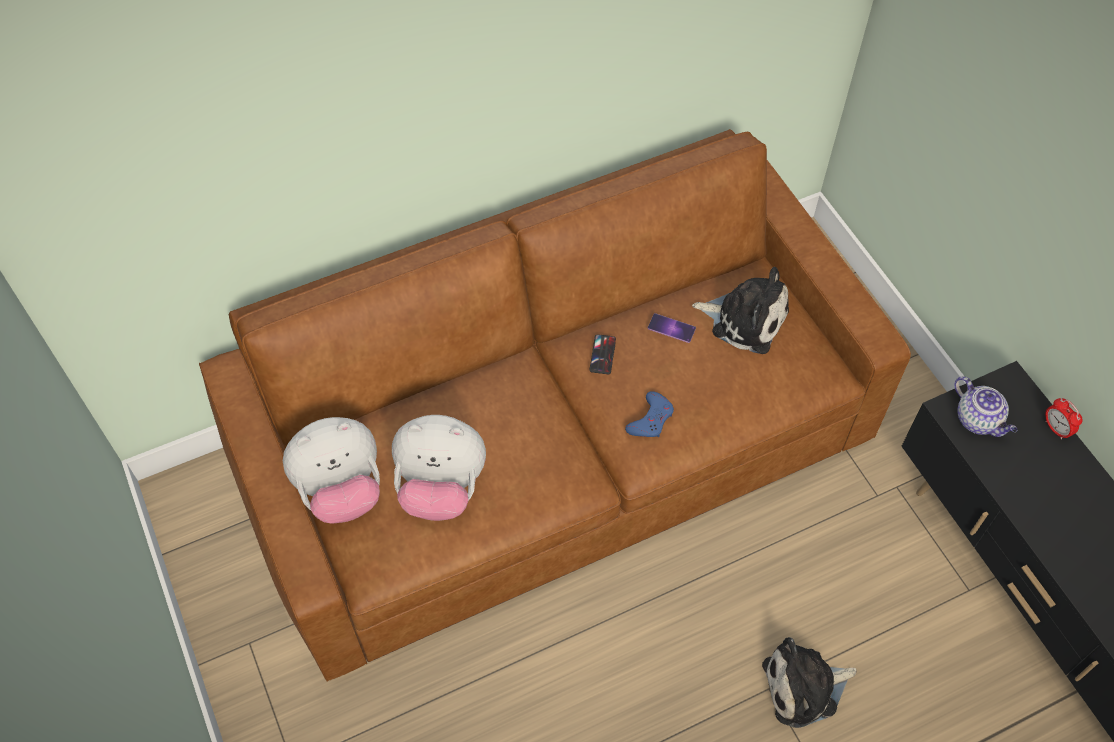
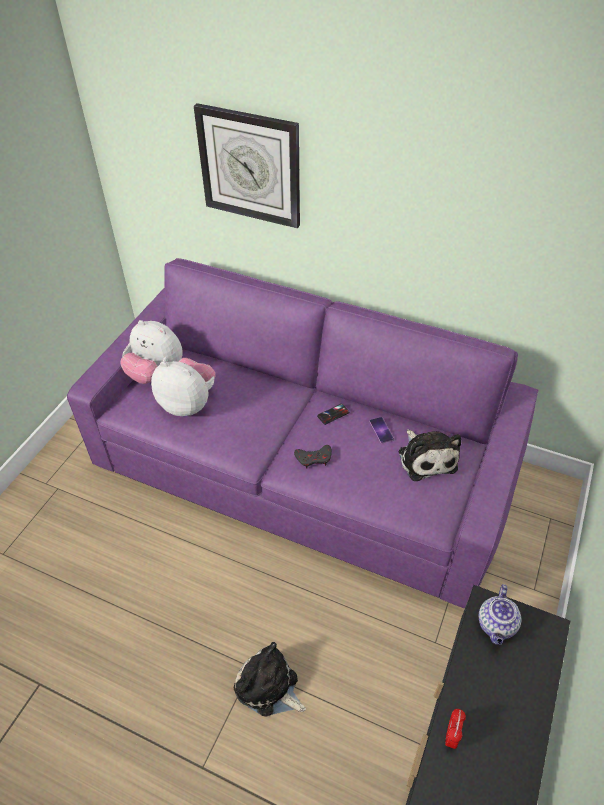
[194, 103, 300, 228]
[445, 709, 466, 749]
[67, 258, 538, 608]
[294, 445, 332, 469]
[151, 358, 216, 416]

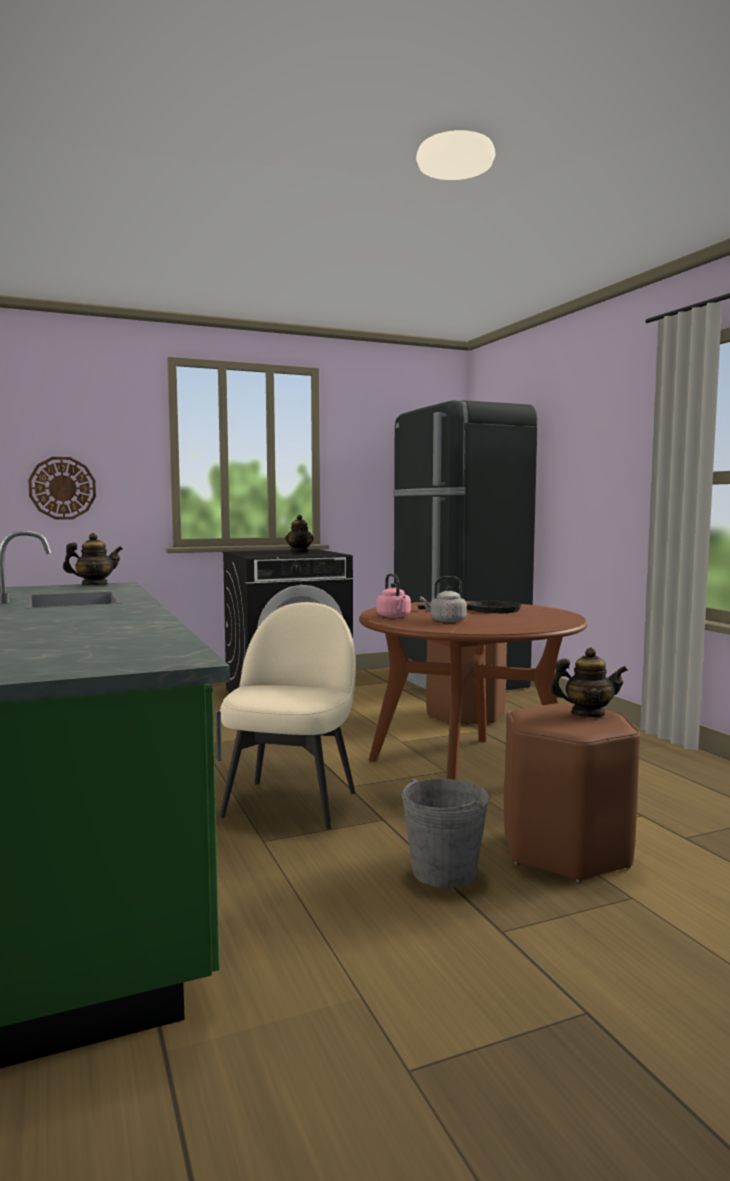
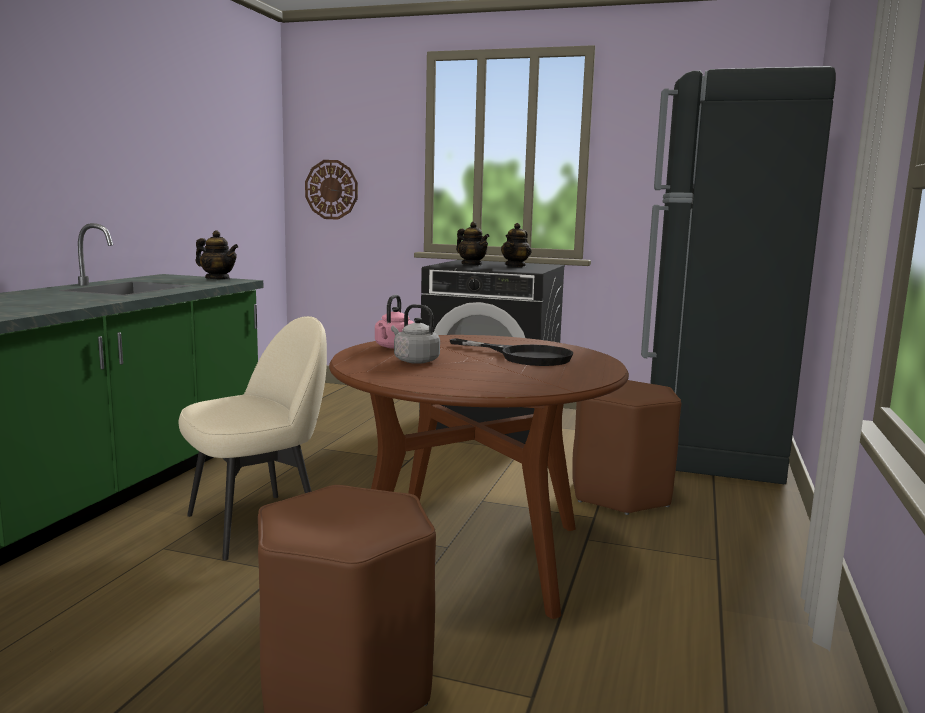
[401, 778, 490, 888] (first image)
[456, 222, 489, 266]

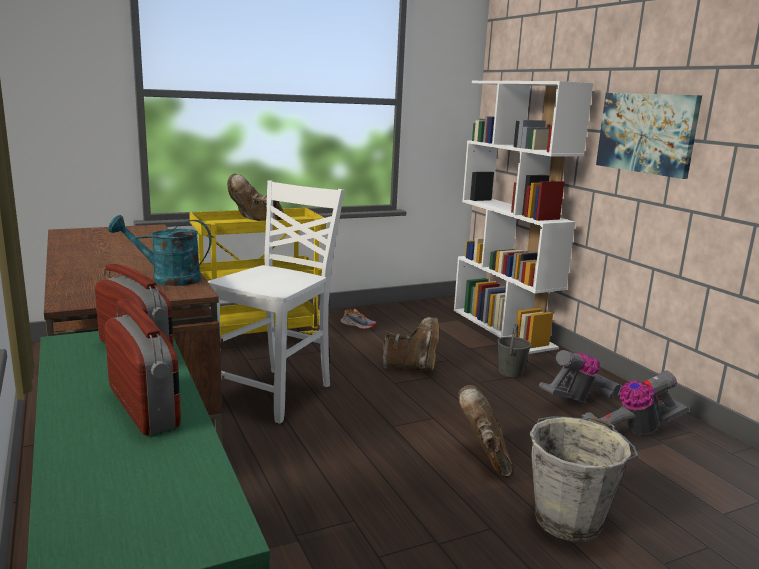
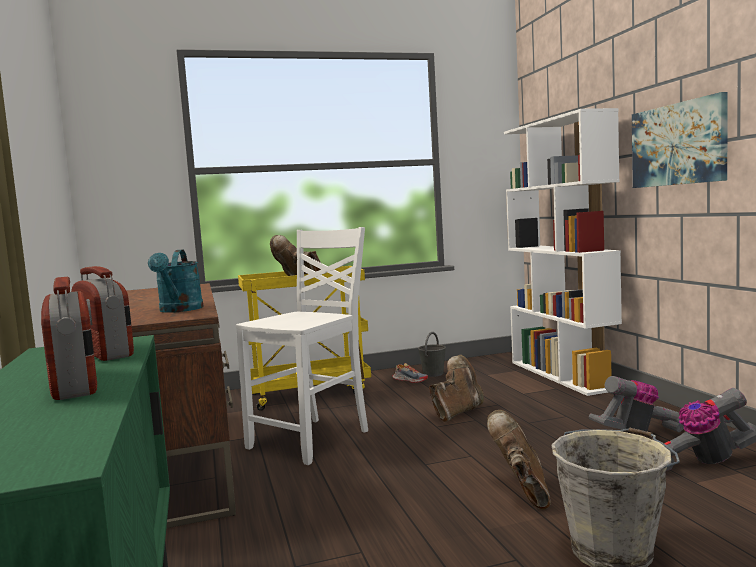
[418, 332, 446, 377]
[148, 249, 204, 313]
[429, 355, 484, 422]

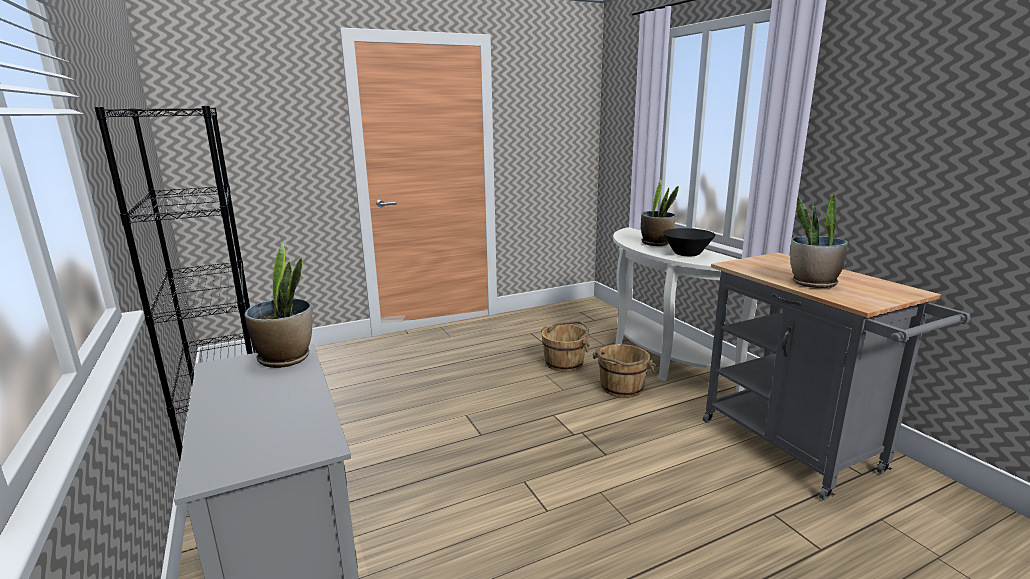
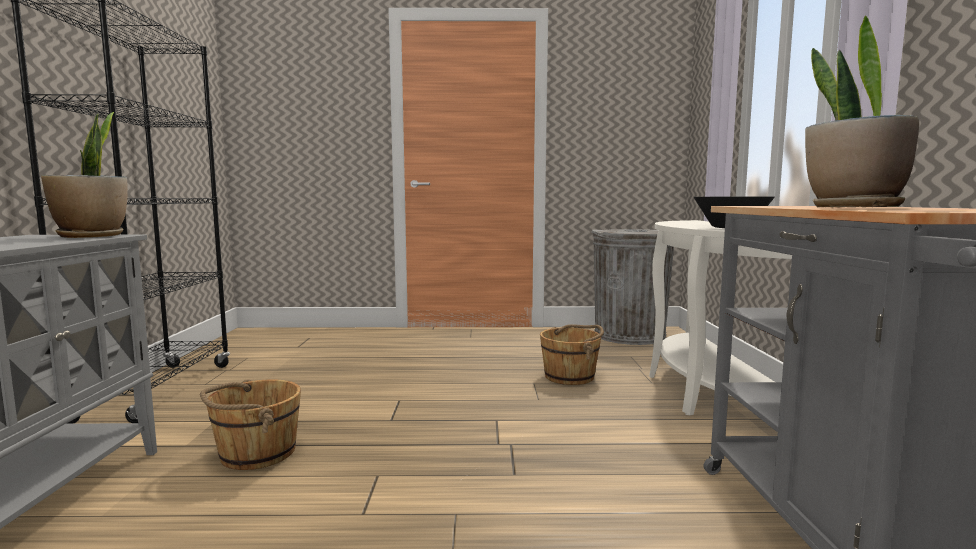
[641, 180, 679, 246] (first image)
[591, 229, 674, 345]
[200, 379, 301, 470]

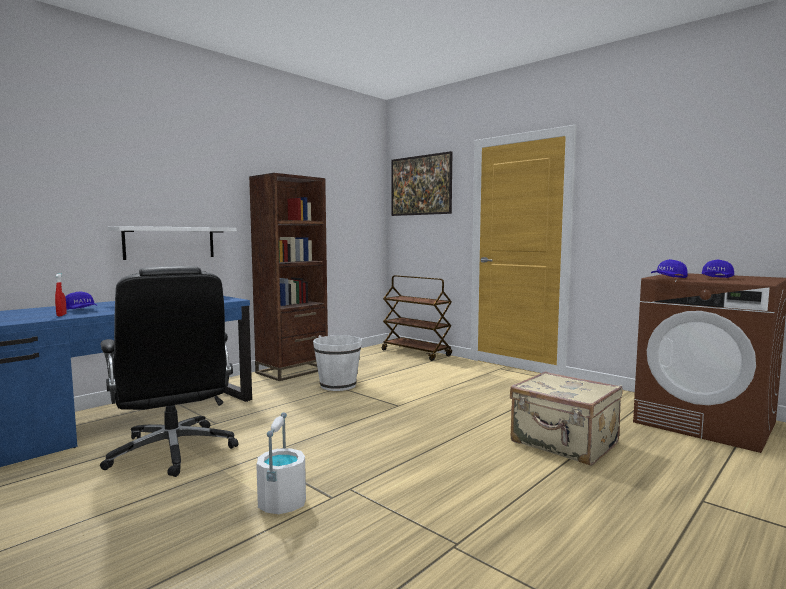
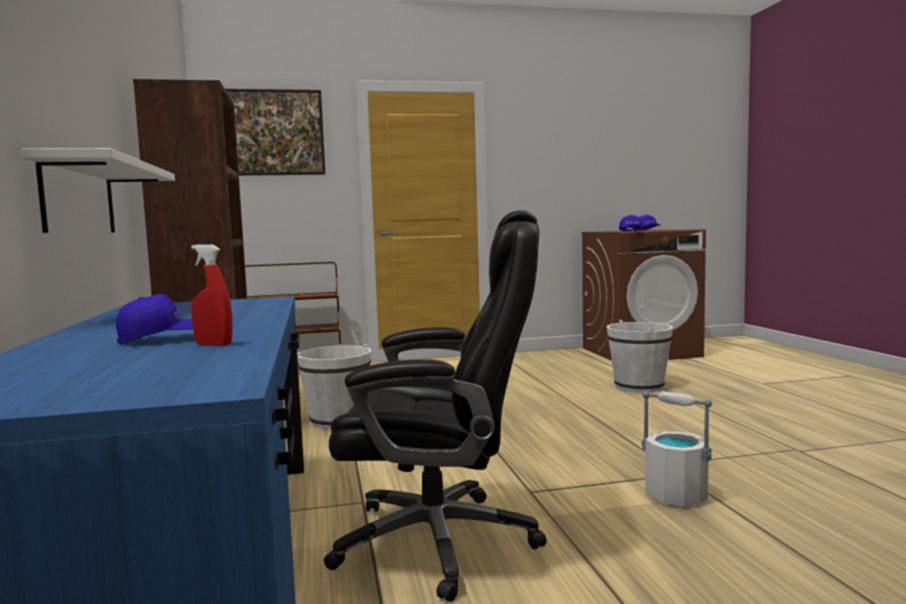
[607, 320, 673, 393]

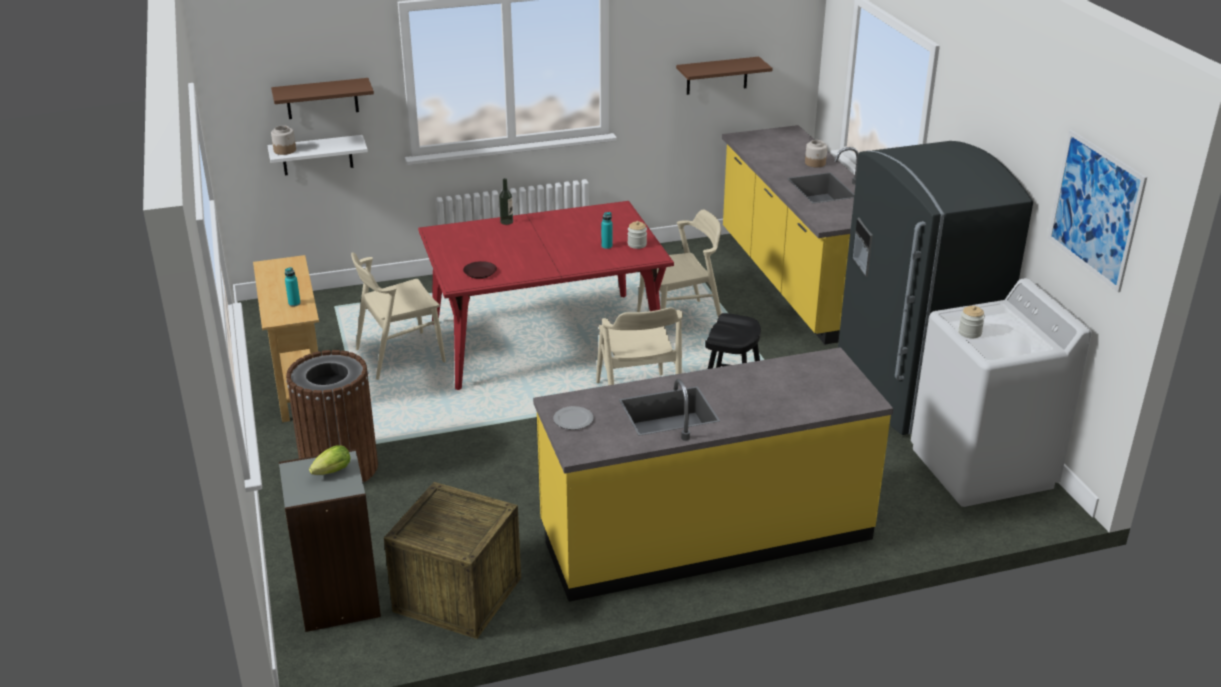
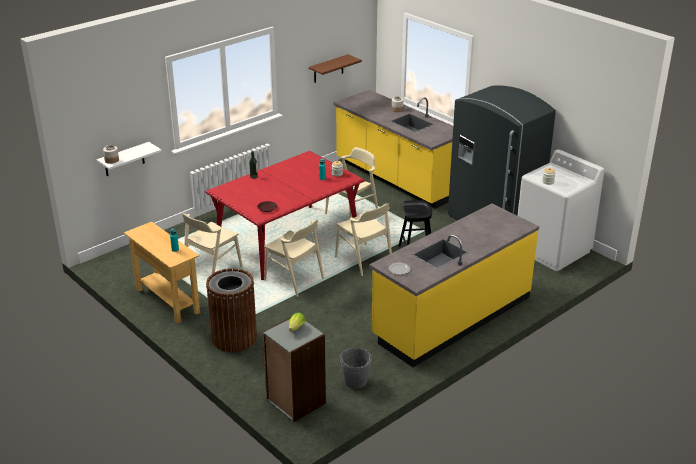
[271, 78, 374, 119] (first image)
[1048, 130, 1147, 292] (first image)
[264, 219, 324, 297]
[339, 348, 372, 389]

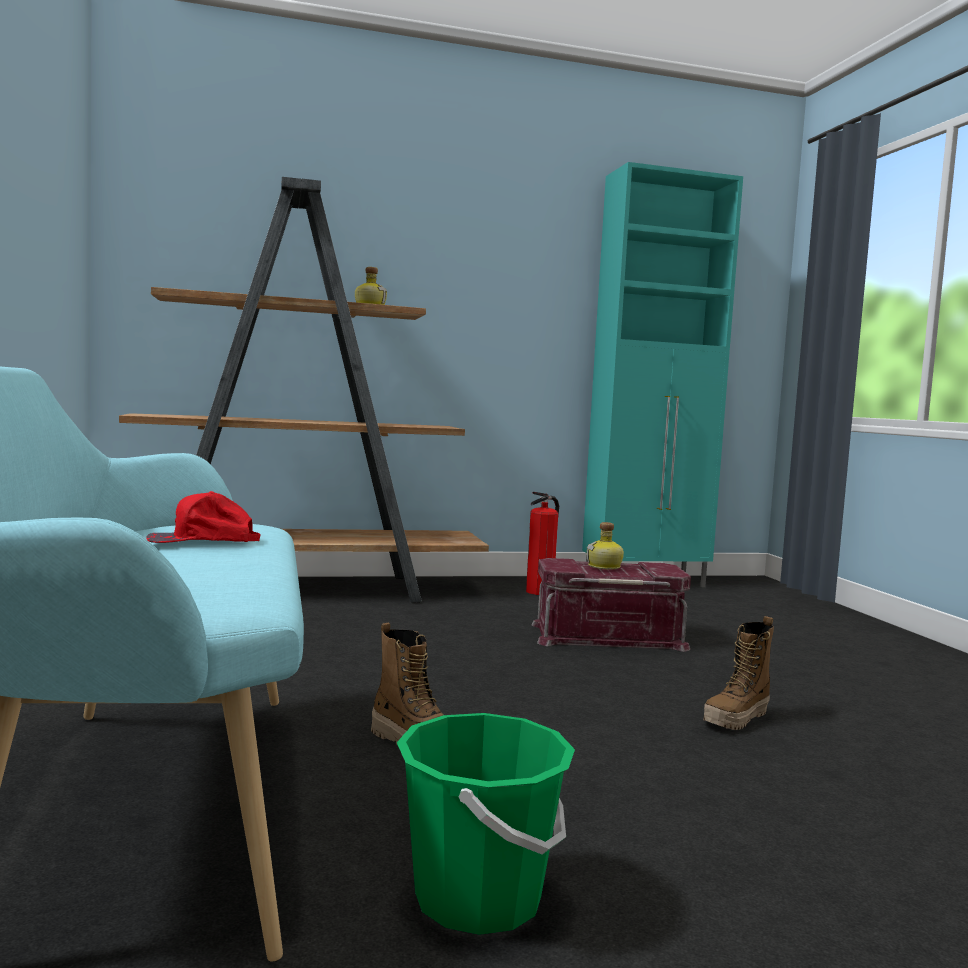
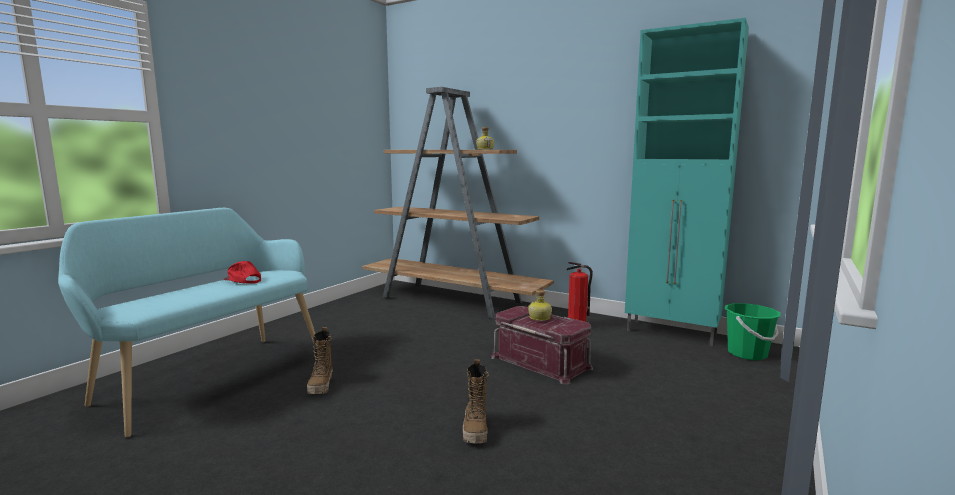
[725, 303, 781, 360]
[463, 360, 489, 443]

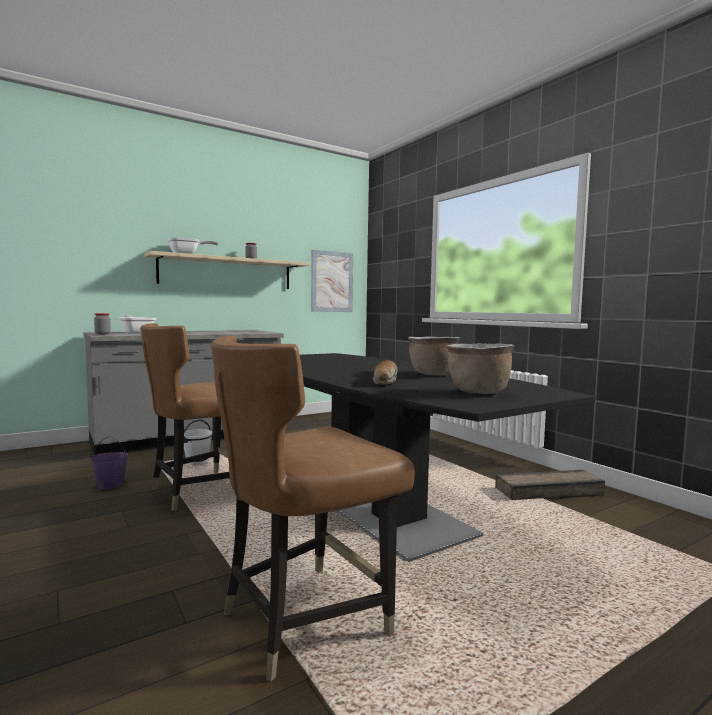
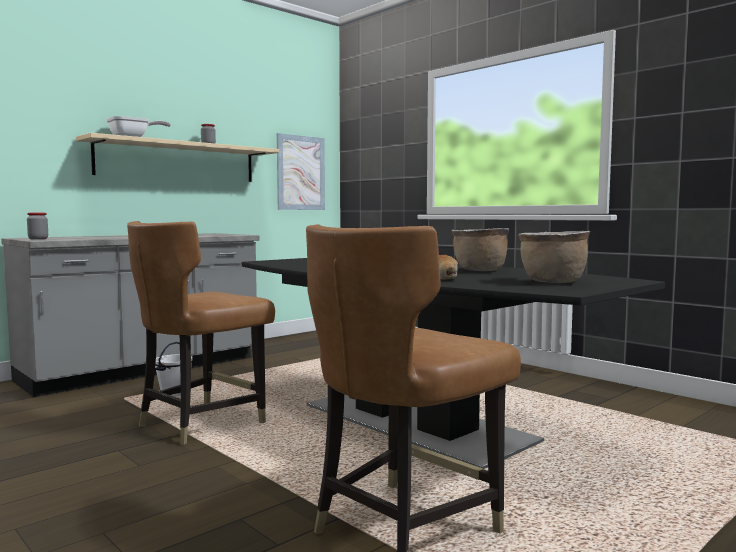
[90, 437, 128, 489] (first image)
[118, 316, 156, 334] (first image)
[495, 470, 605, 500] (first image)

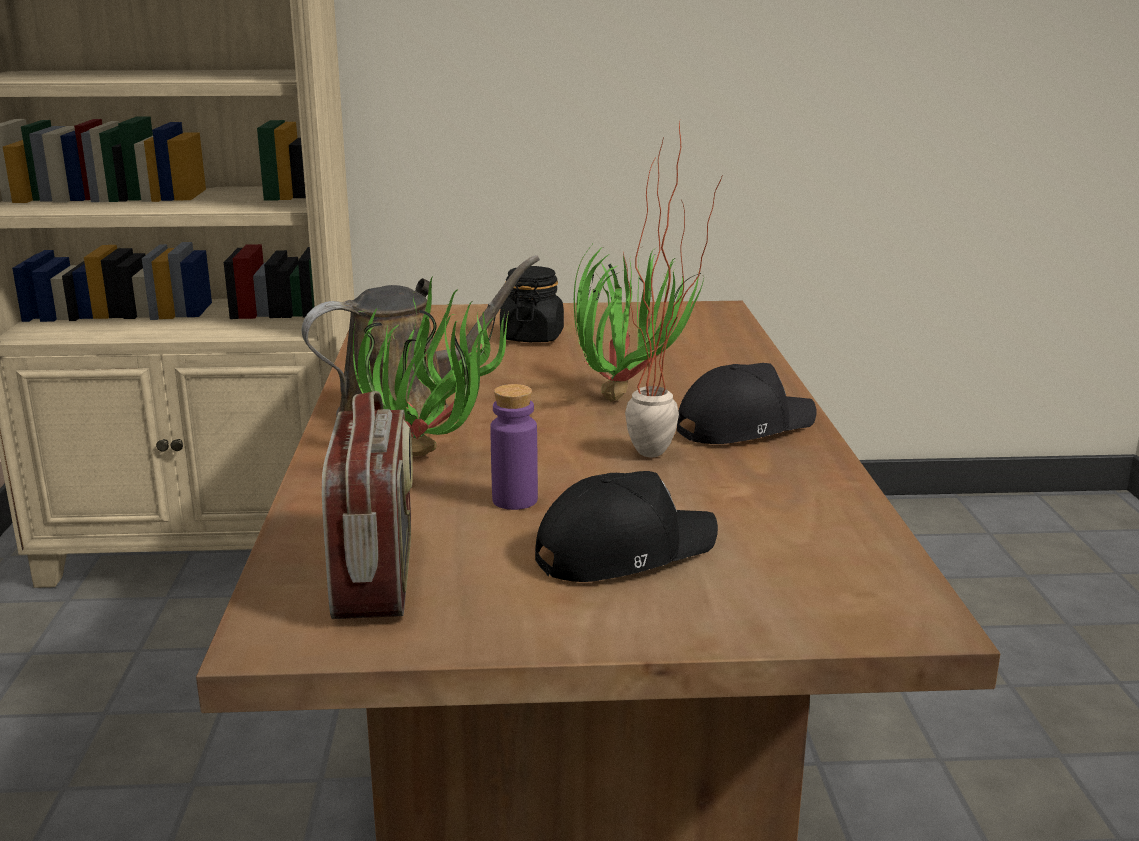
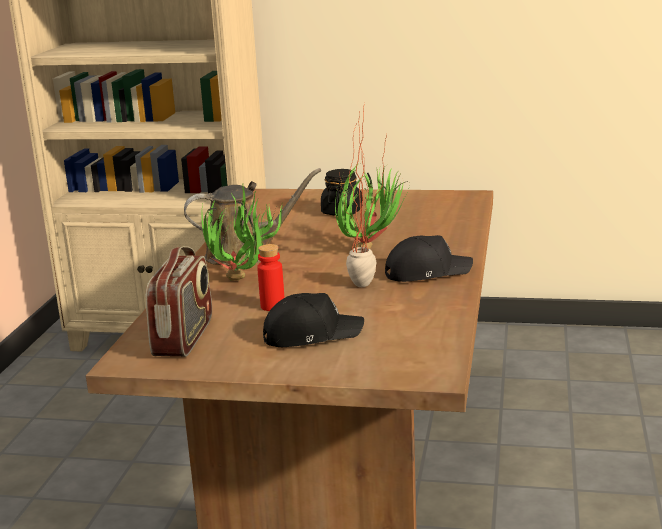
[257, 244, 285, 311]

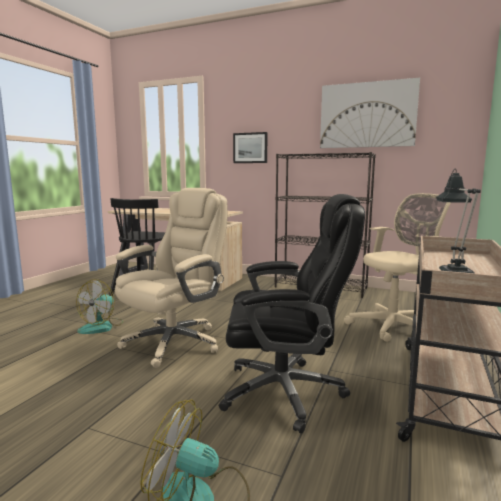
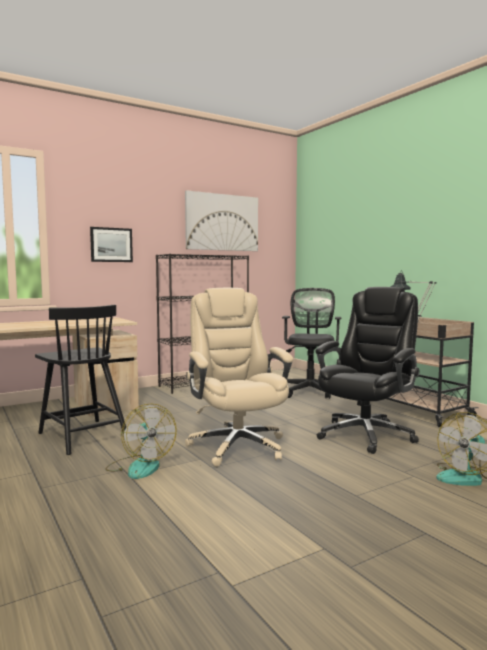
[282, 288, 341, 399]

